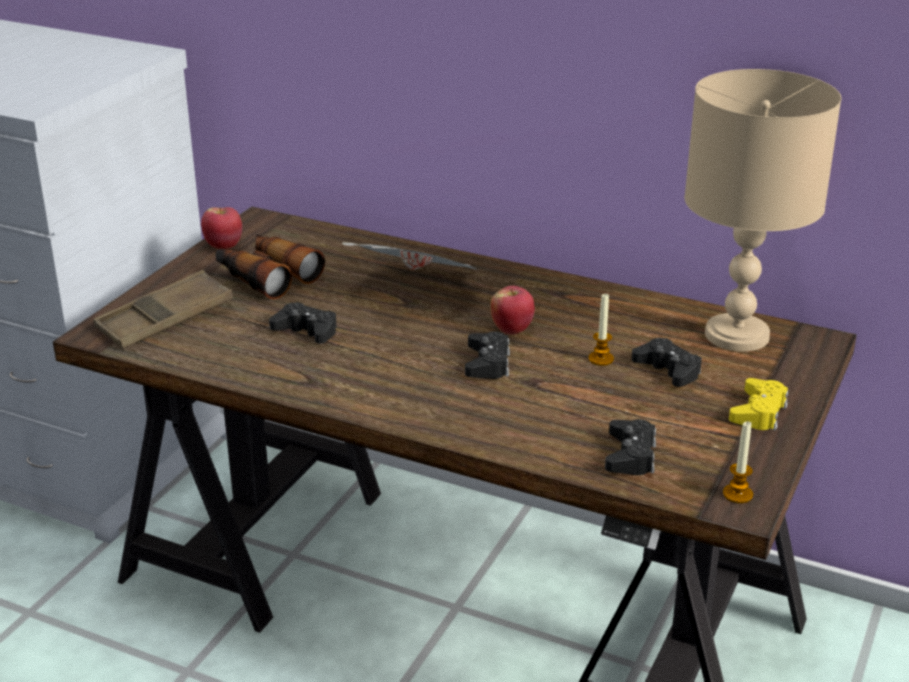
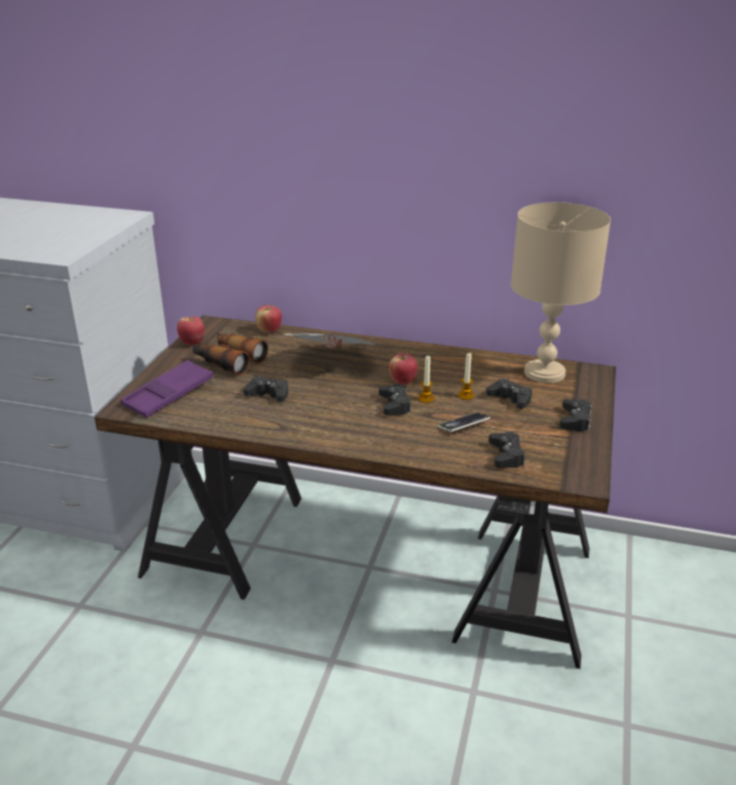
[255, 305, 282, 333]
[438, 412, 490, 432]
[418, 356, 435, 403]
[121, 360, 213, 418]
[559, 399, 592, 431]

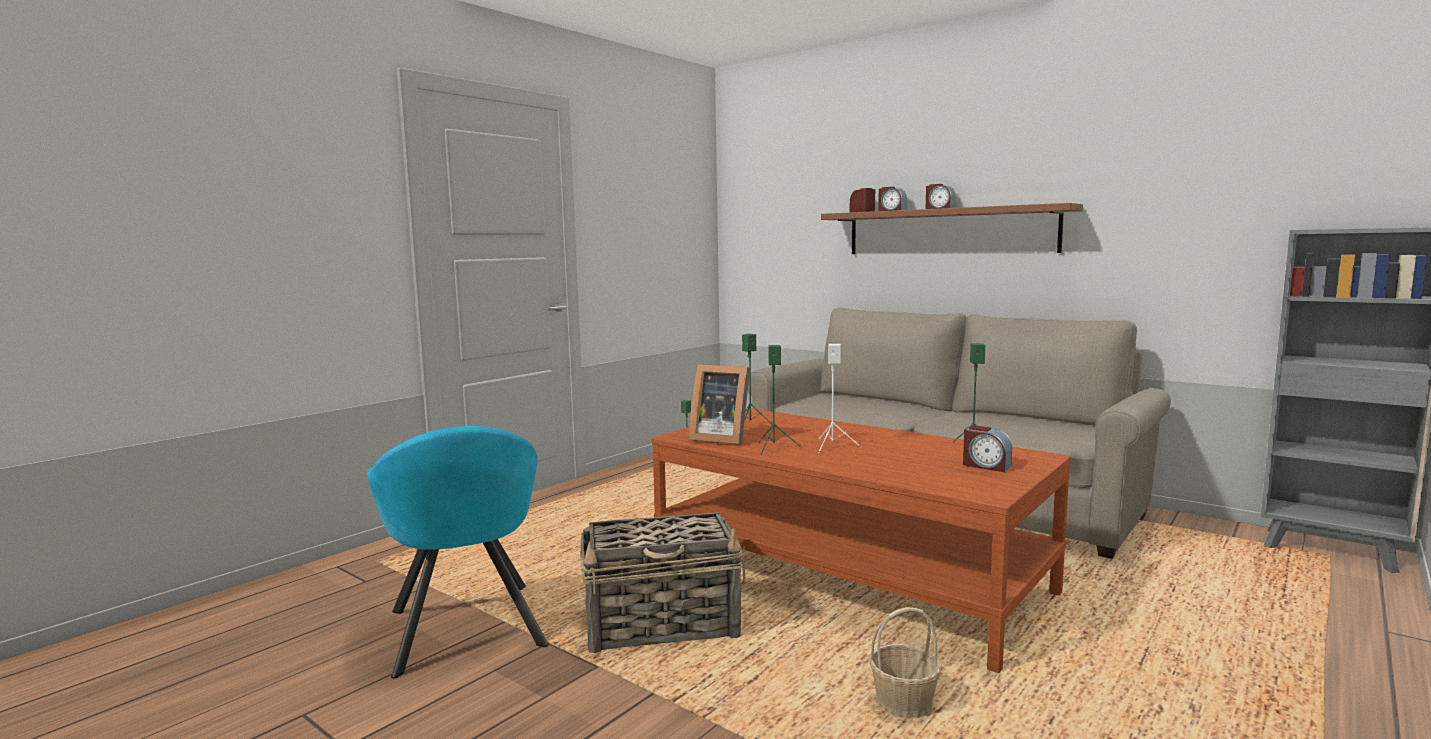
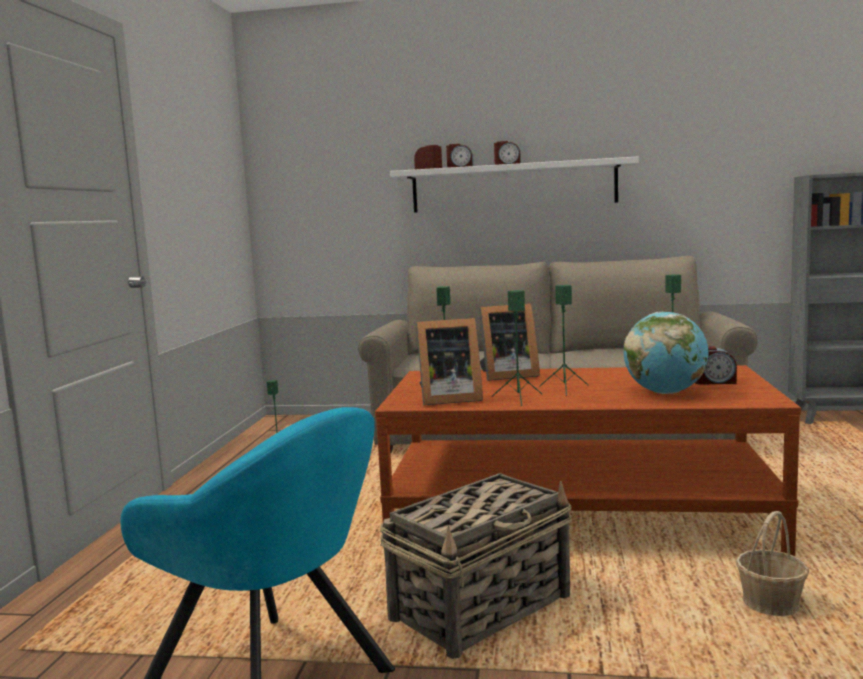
[479, 303, 540, 381]
[623, 312, 709, 394]
[540, 285, 588, 396]
[390, 157, 638, 213]

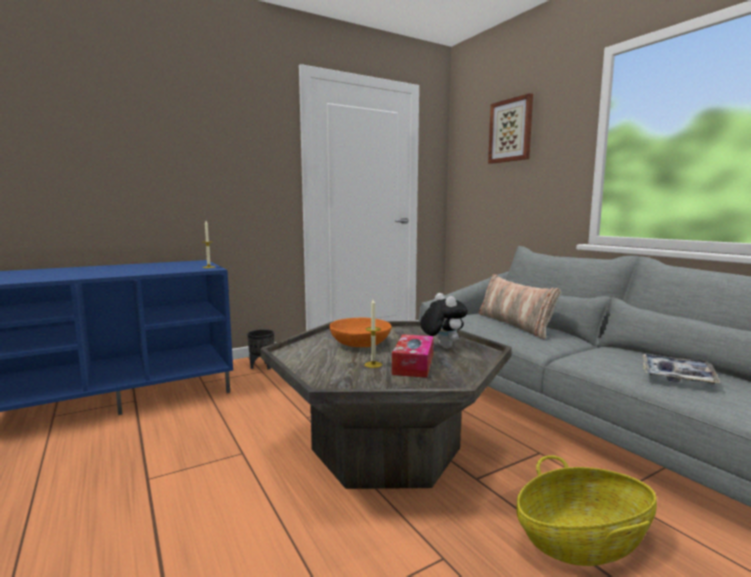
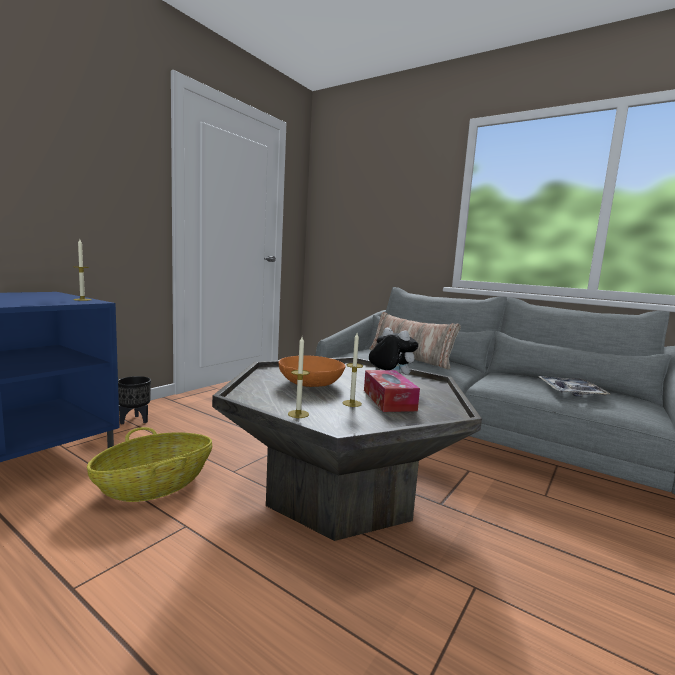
[488, 93, 533, 164] (first image)
[288, 337, 310, 418]
[87, 427, 212, 502]

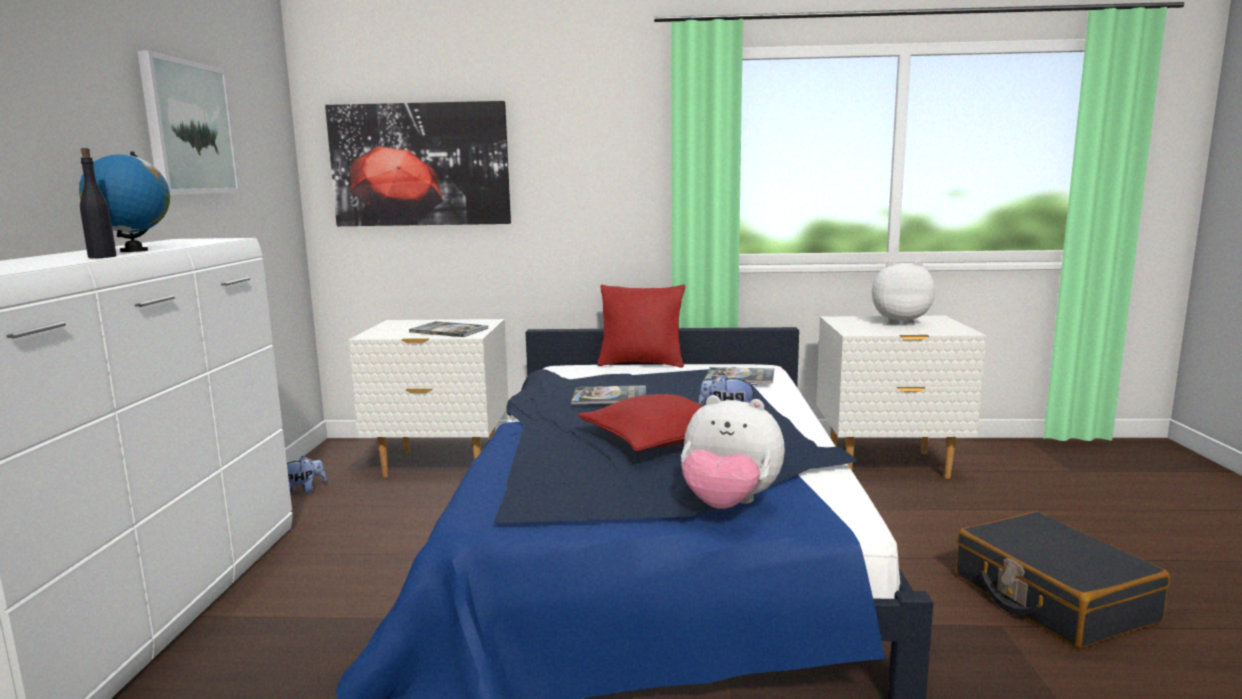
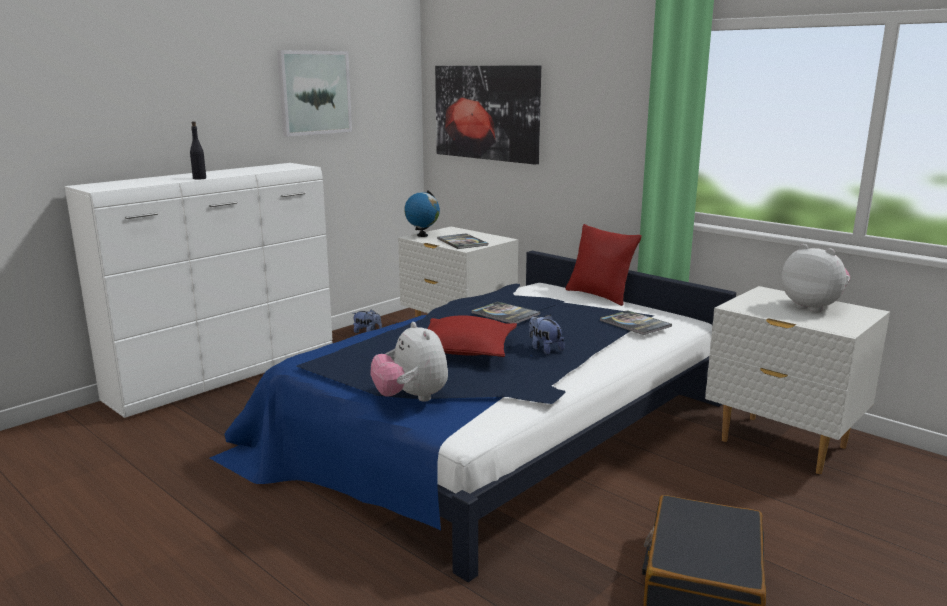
[404, 190, 440, 237]

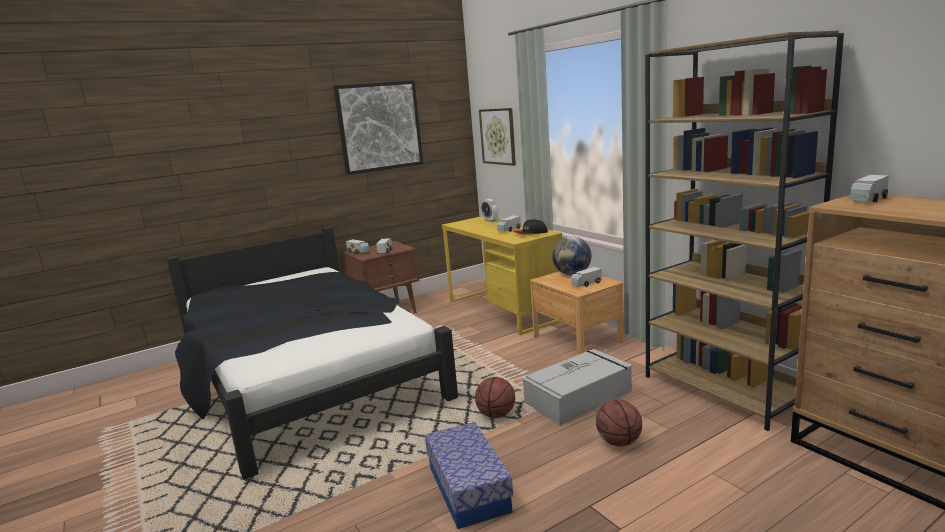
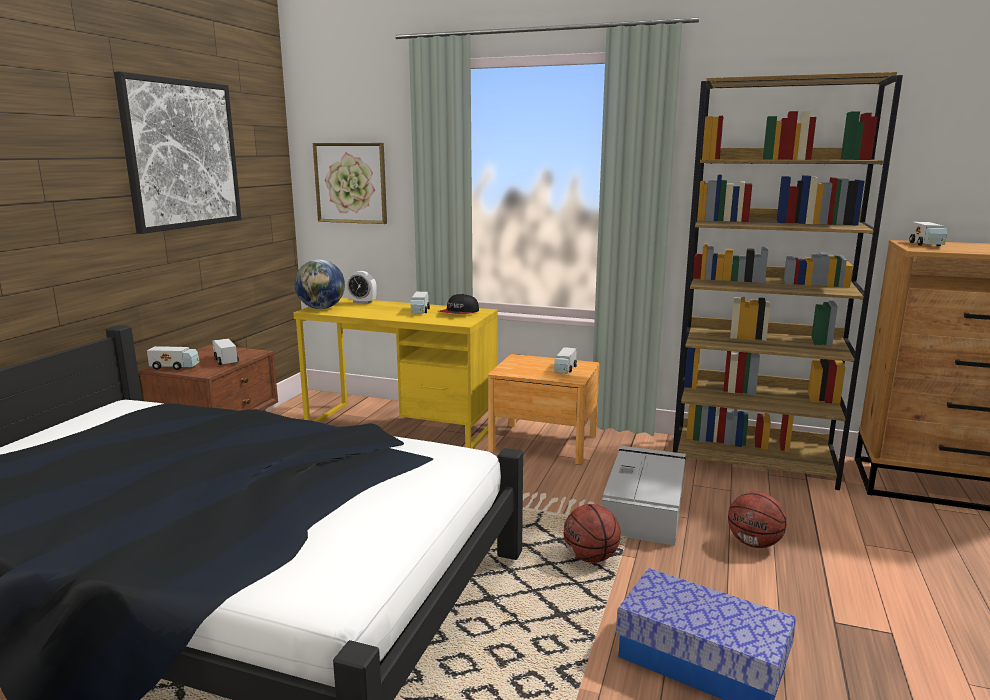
[295, 259, 345, 309]

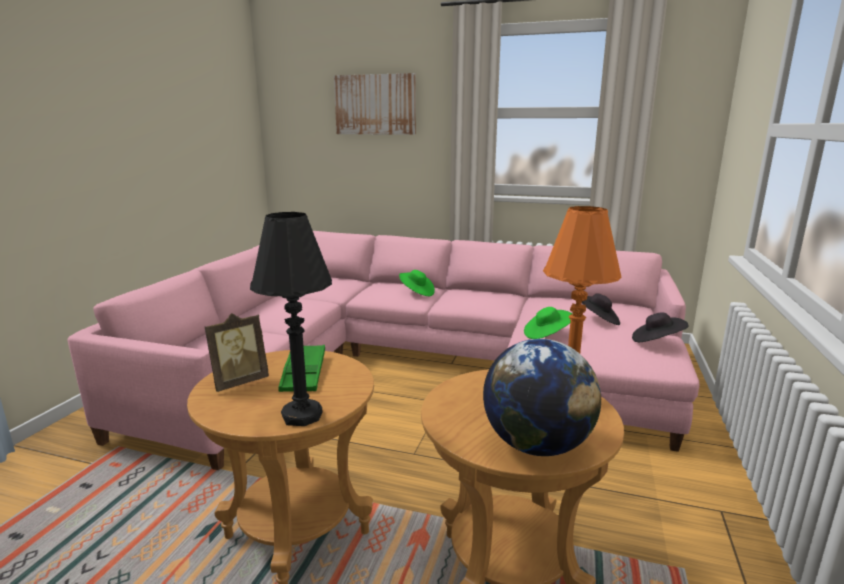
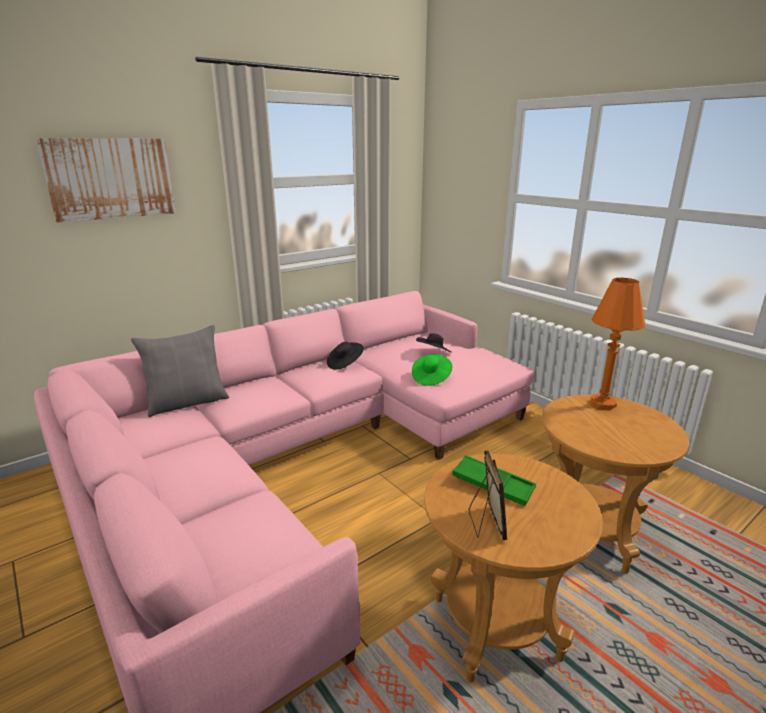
[250, 212, 332, 426] (first image)
[399, 270, 435, 296] (first image)
[483, 339, 601, 456] (first image)
[131, 325, 229, 417]
[327, 342, 364, 370]

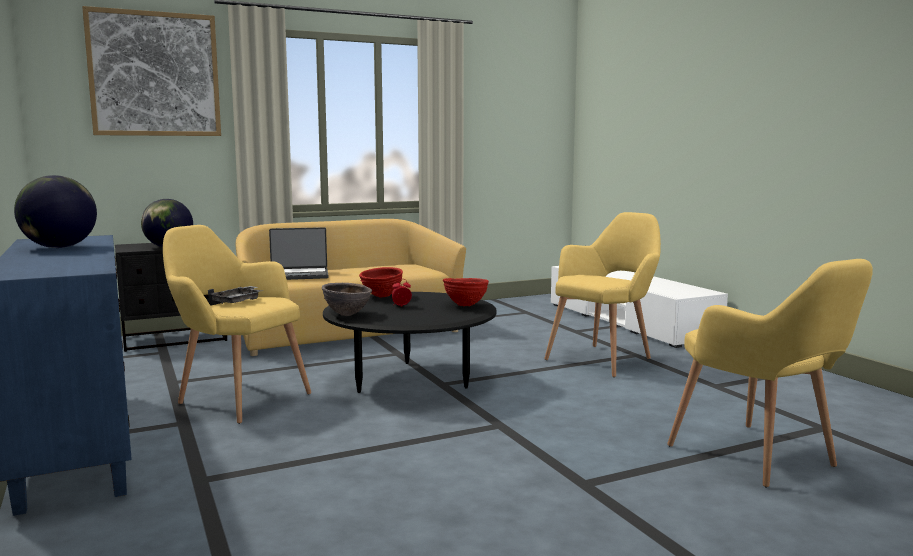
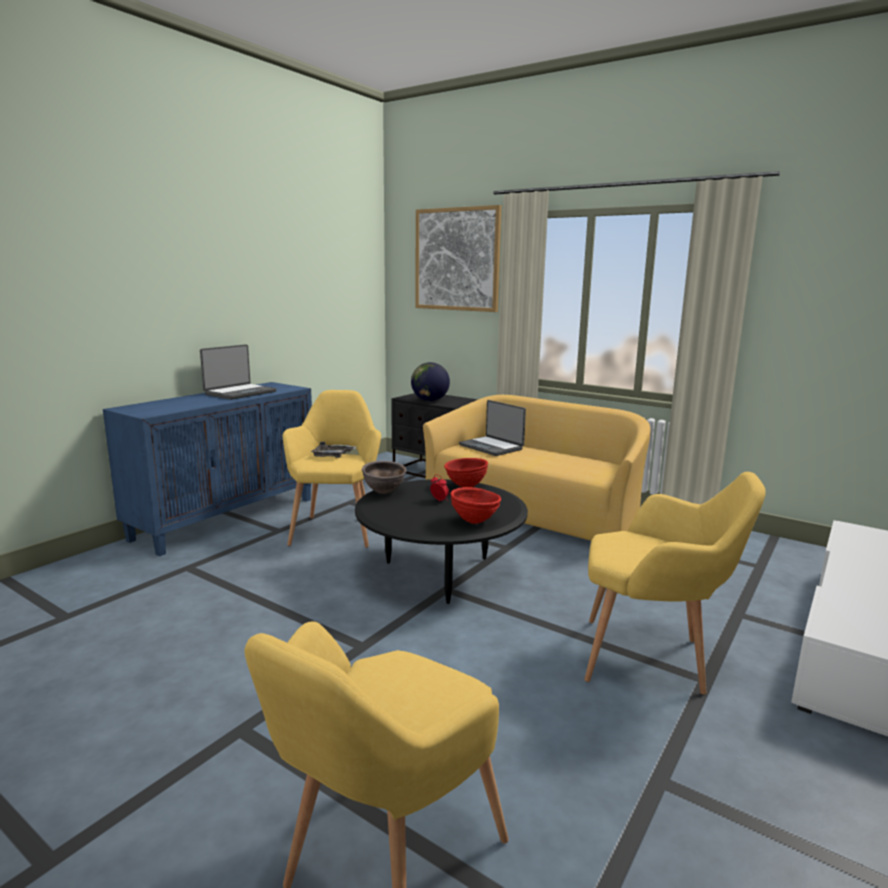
[200, 344, 277, 400]

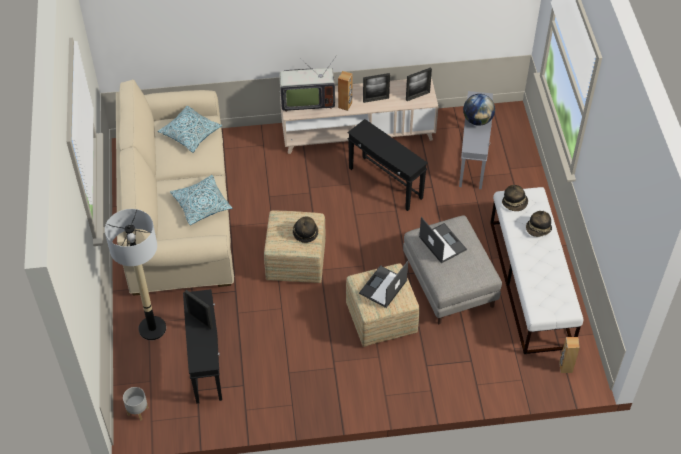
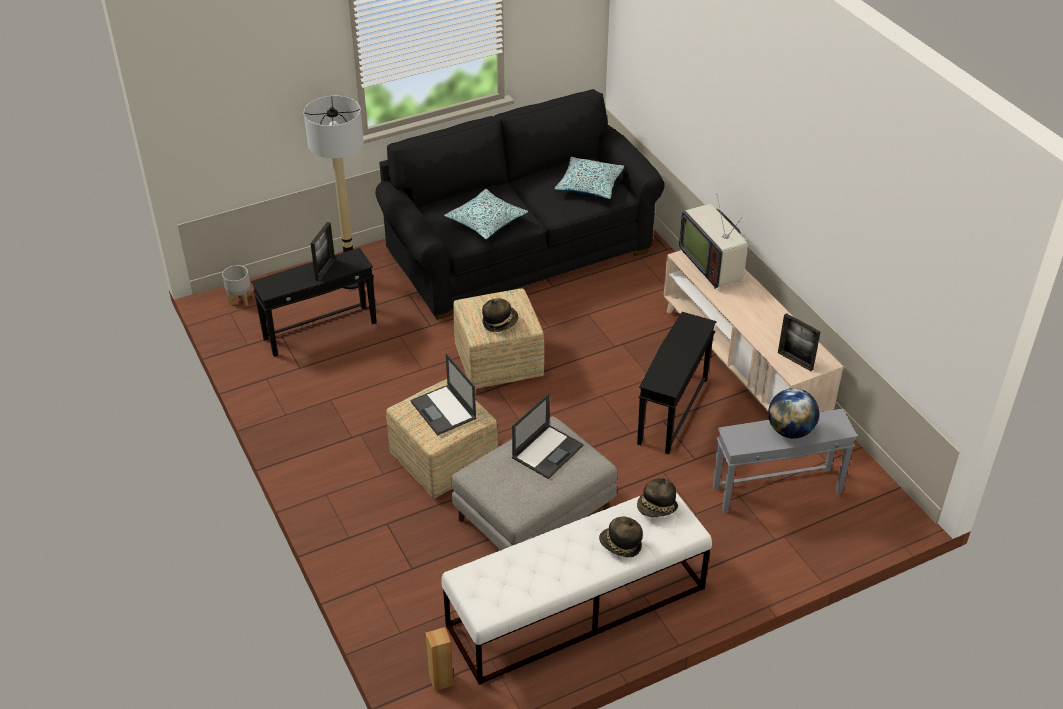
[338, 71, 353, 111] (first image)
[363, 73, 390, 103] (first image)
[375, 89, 665, 320]
[411, 353, 477, 436]

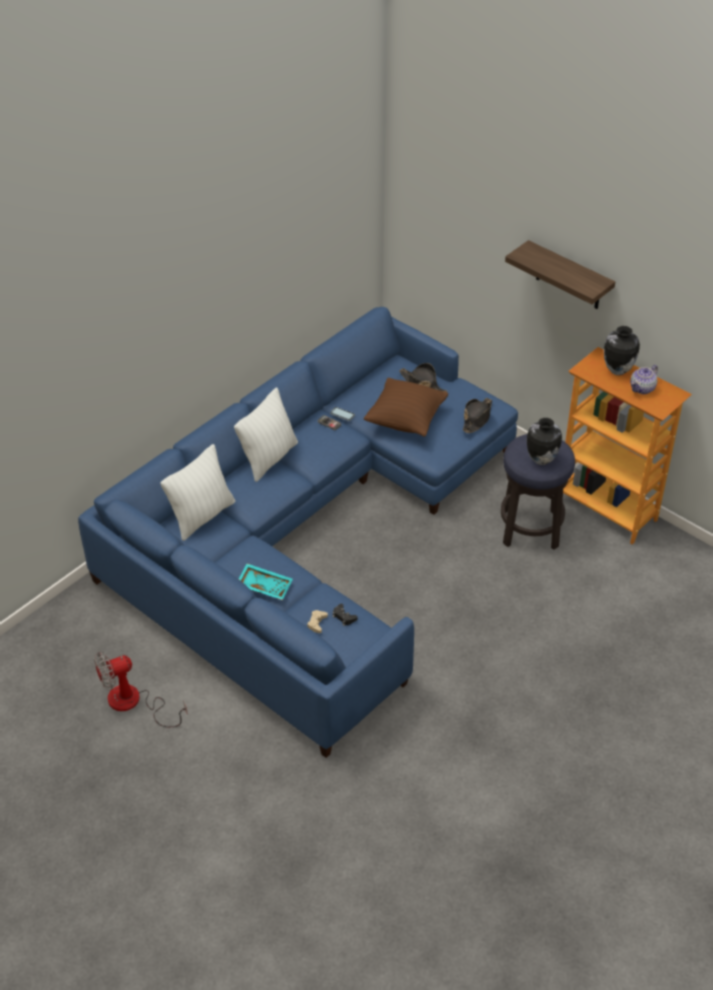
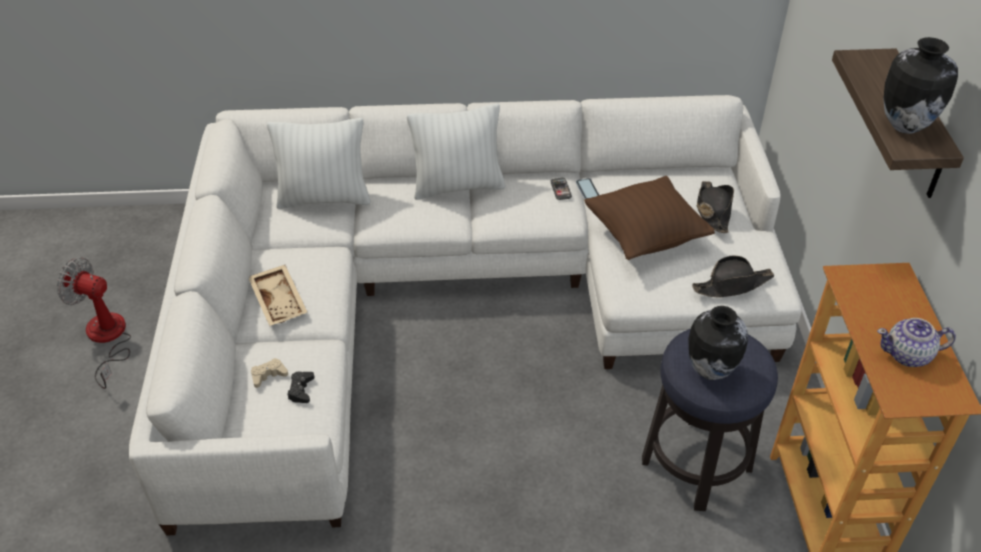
[883, 37, 958, 134]
[129, 95, 802, 535]
[249, 265, 307, 326]

